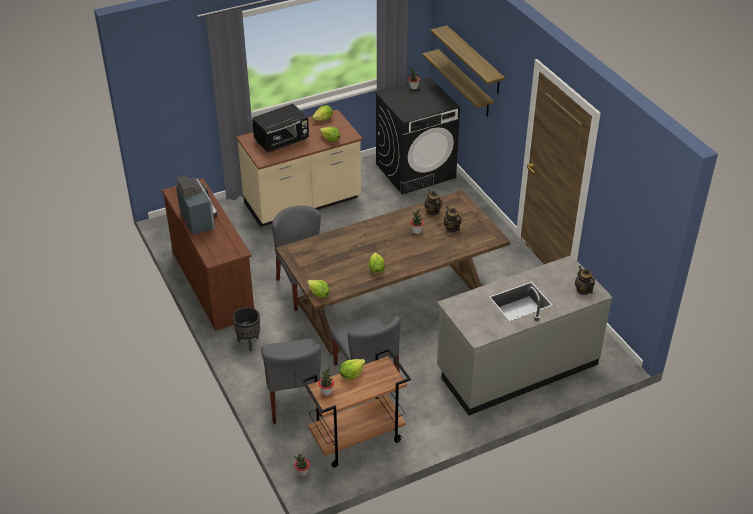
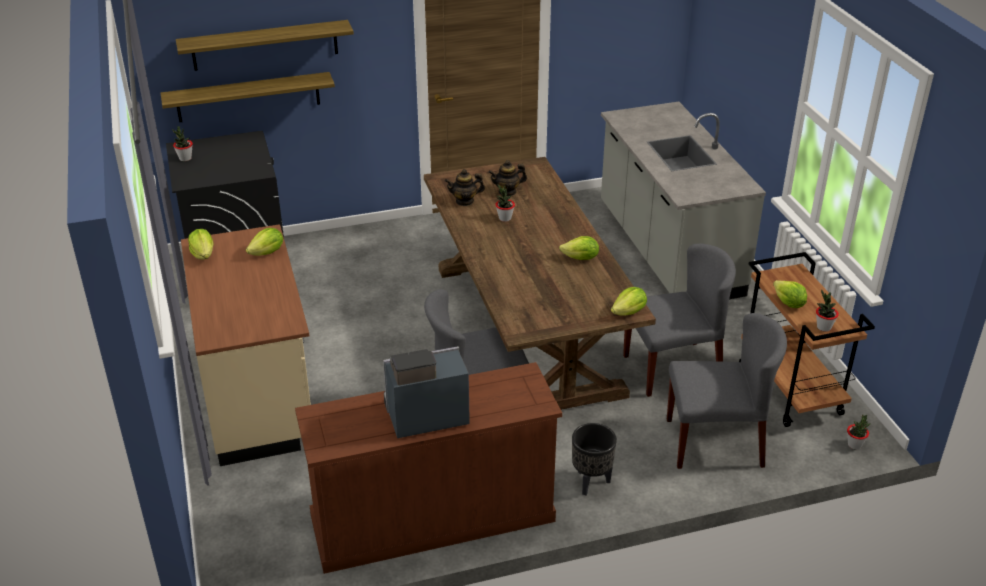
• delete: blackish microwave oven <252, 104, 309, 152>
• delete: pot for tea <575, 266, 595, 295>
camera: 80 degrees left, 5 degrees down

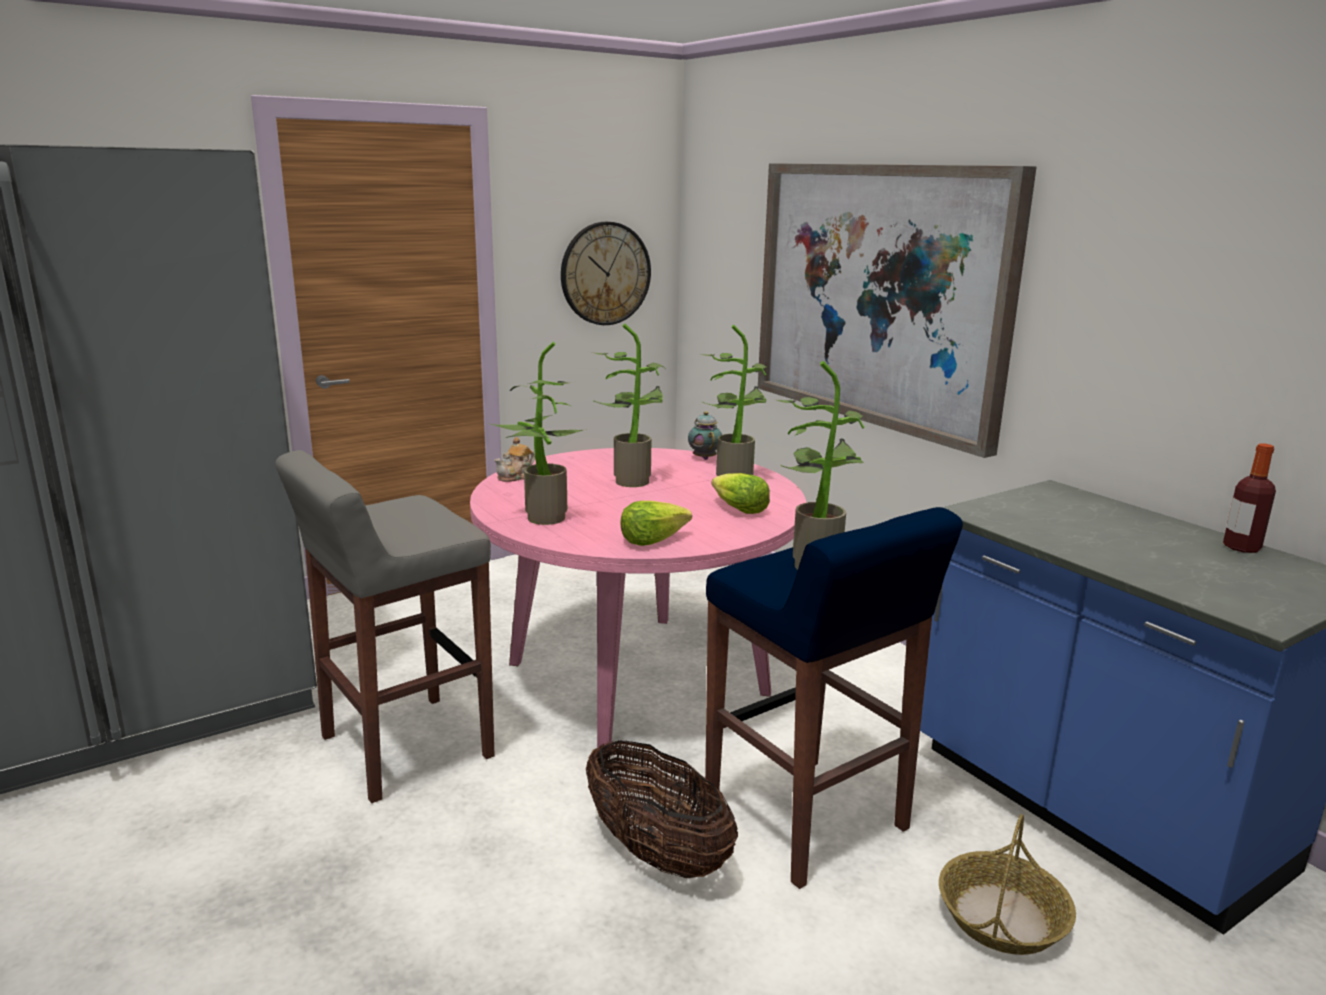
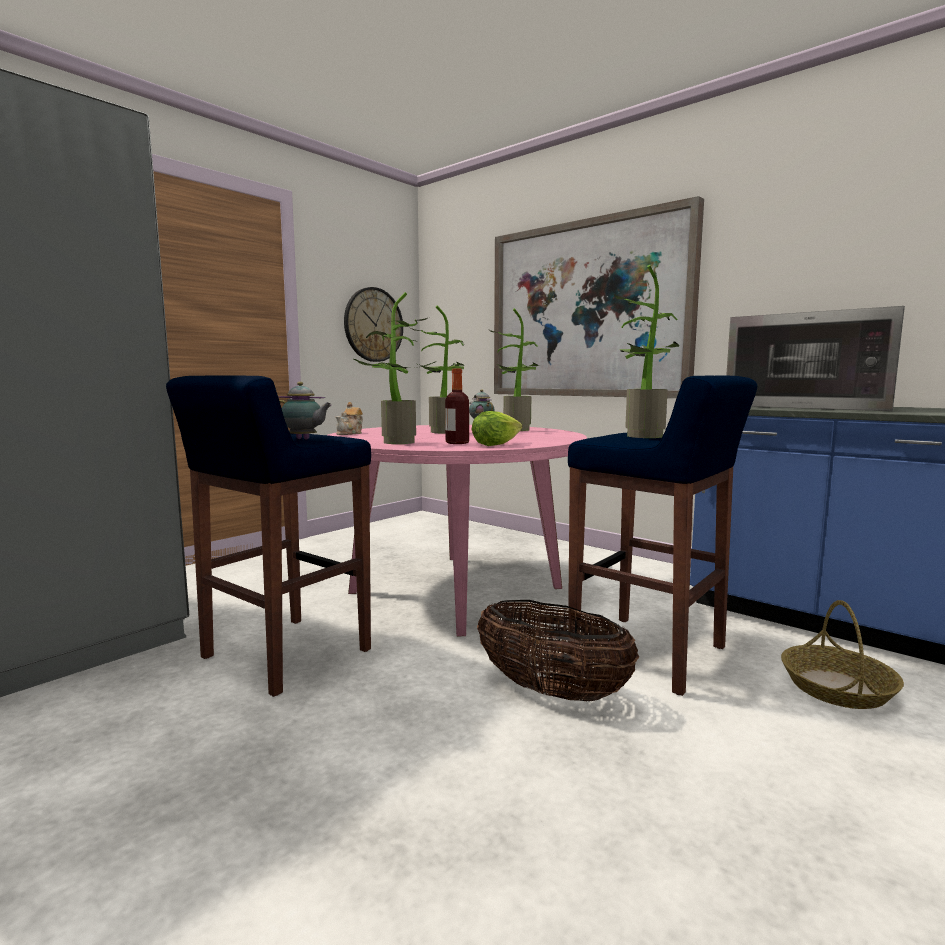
• recolor: grey stool <275, 450, 495, 803> to blue-coloured stool <166, 375, 371, 697>
• delete: head of lettuce <711, 473, 770, 514>
• move: beverage bottle <1223, 443, 1276, 553> to <445, 369, 469, 444>
• insert: pot for tea <278, 382, 332, 440>
• insert: microwave oven <726, 306, 905, 411>
camera: 15 degrees left, 10 degrees down

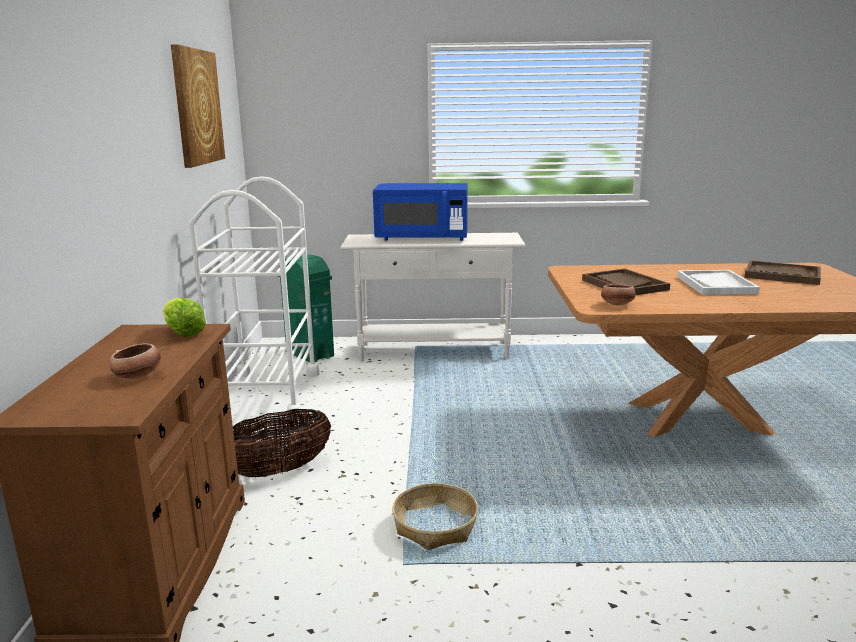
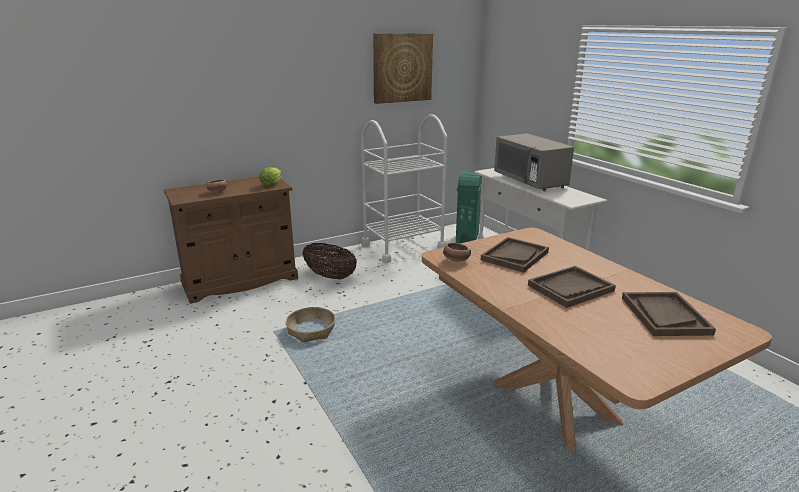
• recolor: blue-coloured microwave oven <373, 183, 468, 241> to grey microwave oven <494, 133, 574, 191>
• recolor: white-coloured carrying tray <677, 270, 760, 295> to brown-coloured carrying tray <528, 266, 616, 308>
camera: 60 degrees right, 5 degrees up

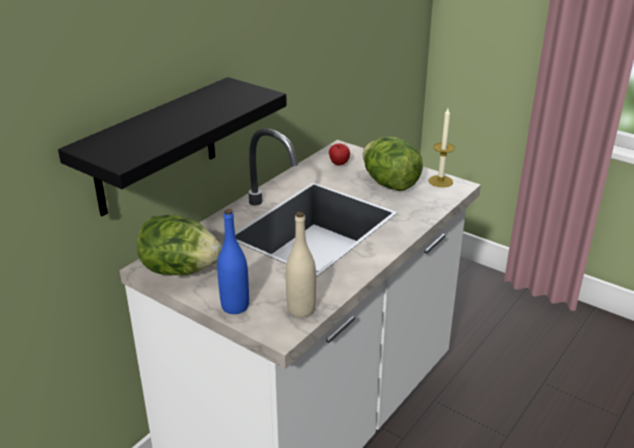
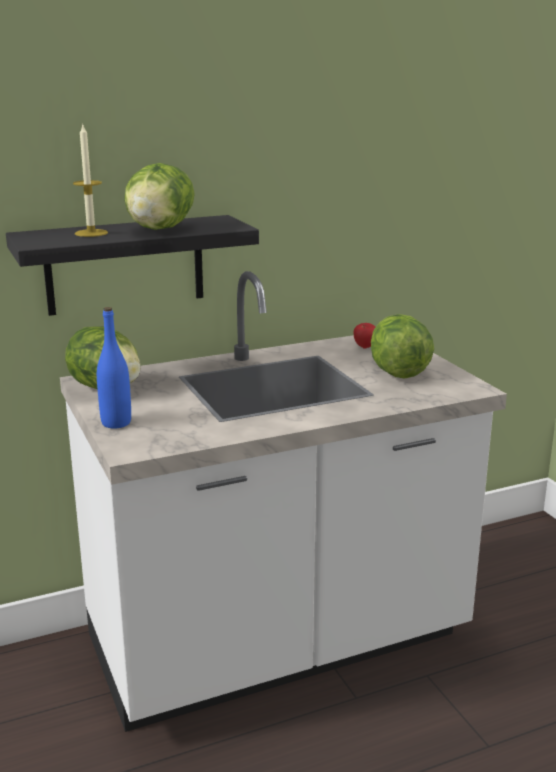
• delete: beige beverage bottle <286, 212, 316, 318>
• move: candle <428, 108, 455, 187> to <73, 123, 108, 237>
• insert: head of lettuce <124, 163, 195, 230>
camera: 30 degrees right, 10 degrees down

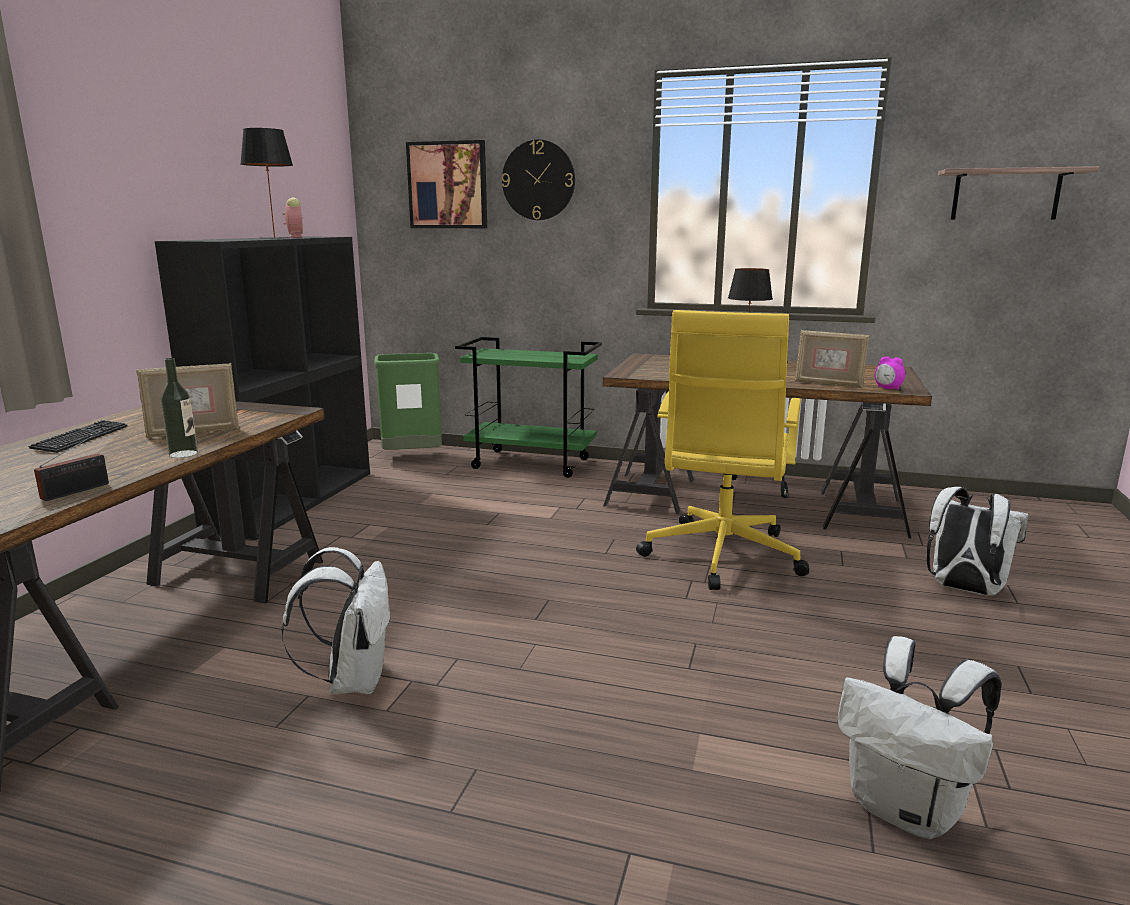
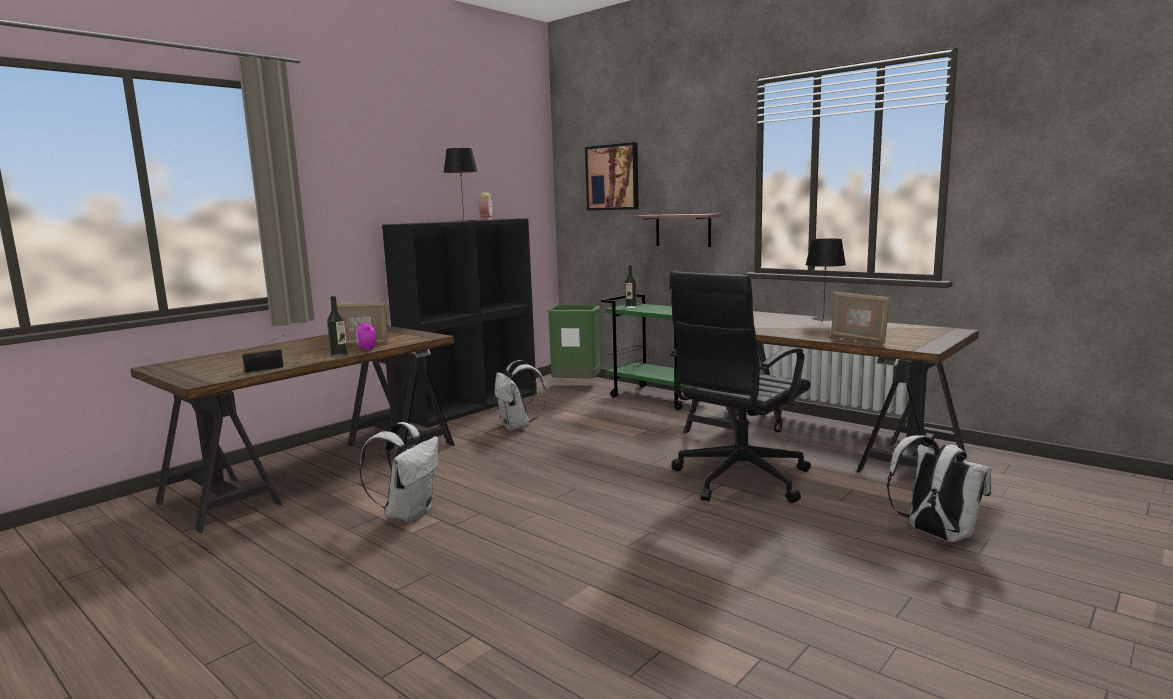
• delete: PC keyboard <28, 420, 127, 453>
• delete: wall clock <502, 139, 575, 220>
• recolor: yellow desk chair <636, 310, 809, 590> to blackish desk chair <669, 271, 811, 503>
• move: white-coloured rucksack <837, 636, 1002, 839> to <495, 360, 547, 430>
• move: table clock <874, 356, 905, 390> to <356, 323, 376, 350>
• move: bracket shelf <938, 166, 1099, 220> to <631, 214, 722, 247>
• insert: beverage bottle <625, 265, 637, 308>
camera: 25 degrees right, 5 degrees down

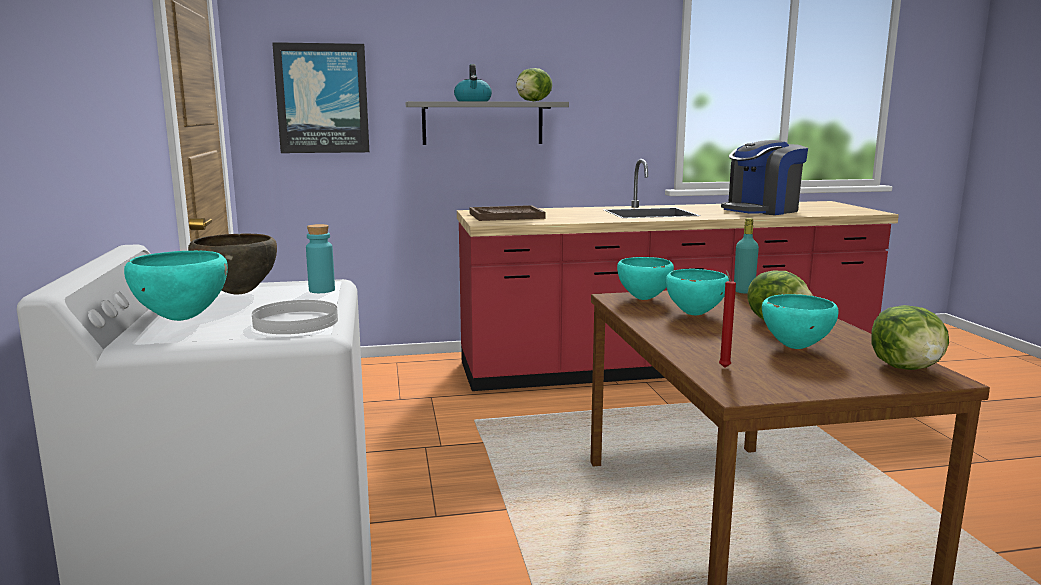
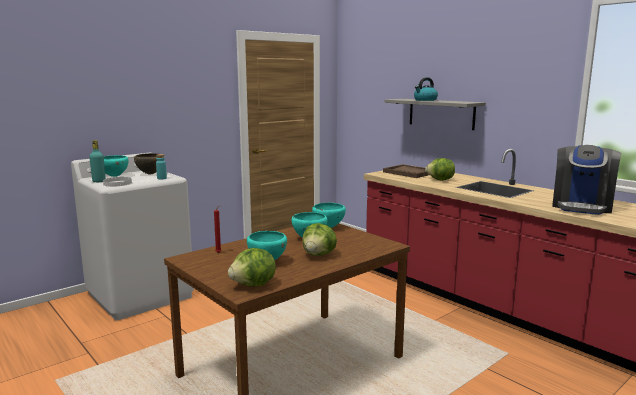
• delete: picture <272, 42, 369, 153>
• move: head of lettuce <516, 68, 552, 101> to <425, 158, 455, 181>
• rotate: coffee machine <721, 140, 808, 215> = <552, 145, 622, 215> 90 degrees counterclockwise
• move: turquoise beverage bottle <734, 218, 759, 293> to <89, 140, 106, 182>
camera: 60 degrees right, 0 degrees up

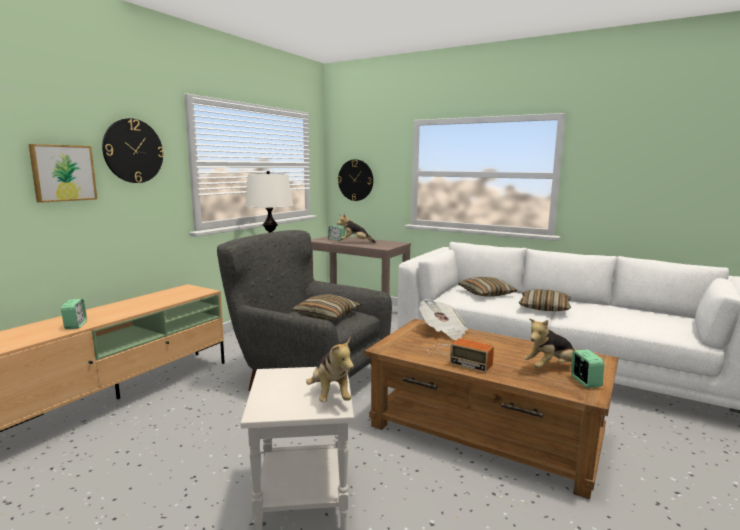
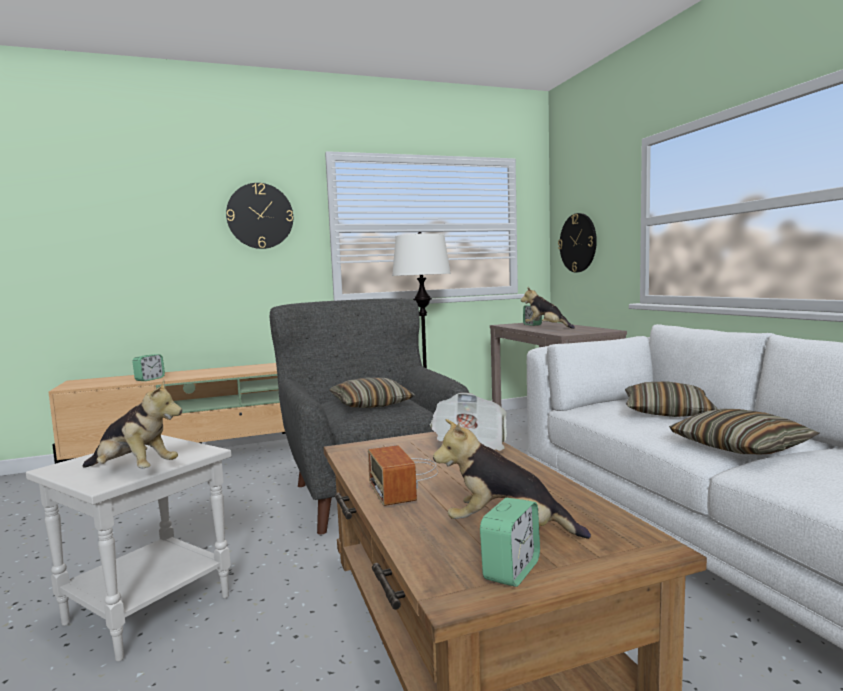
• delete: picture <28, 144, 97, 203>
• rotate: soft toy <306, 338, 354, 402> = <82, 380, 182, 468> 90 degrees counterclockwise
camera: 40 degrees right, 5 degrees down

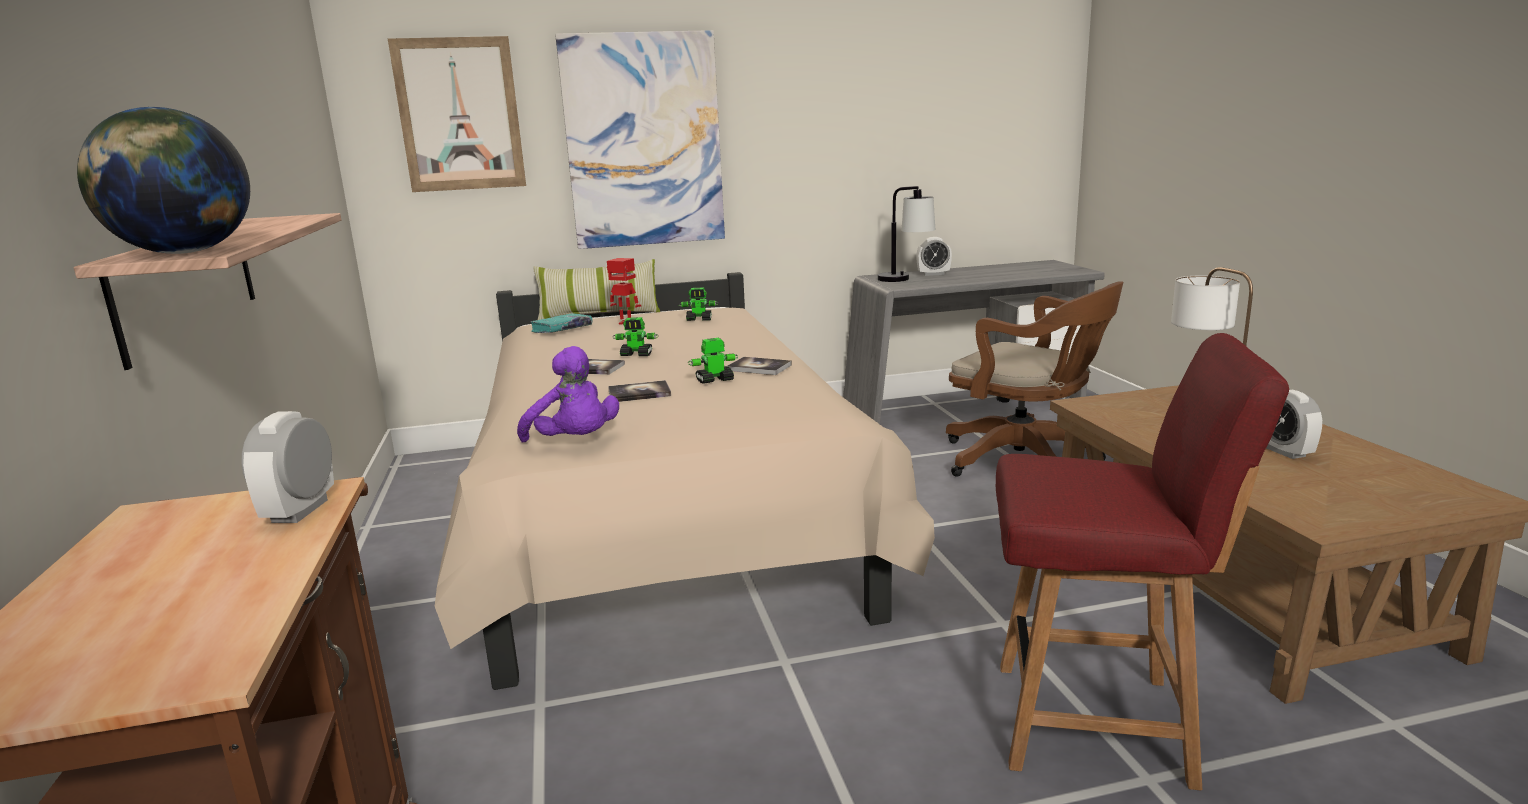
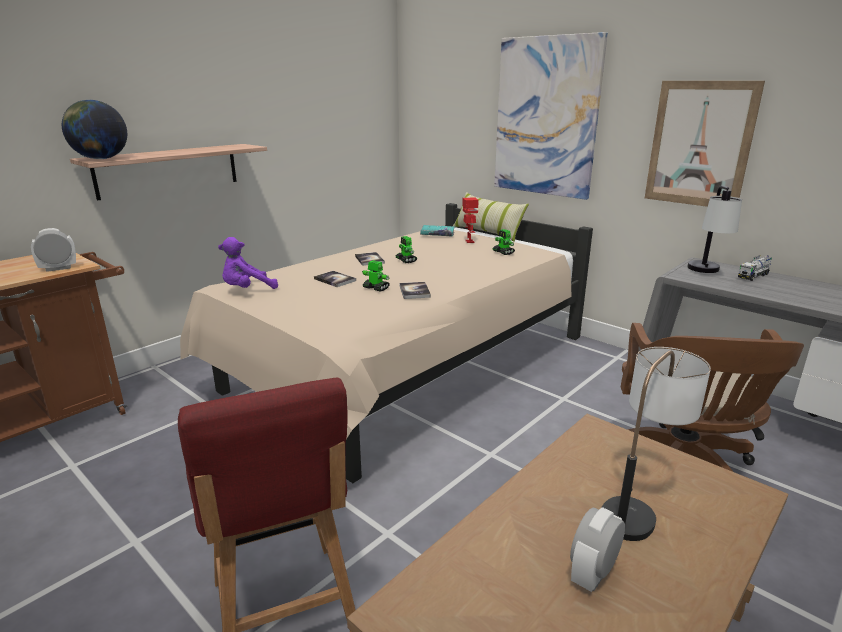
• move: picture <388, 36, 526, 192> to <645, 81, 765, 207>
• rotate: purple soft toy <517, 346, 619, 442> = <218, 237, 278, 289> 45 degrees clockwise
• replace: table clock <916, 237, 952, 276> to toy truck <738, 255, 772, 281>
camera: 55 degrees right, 5 degrees up

